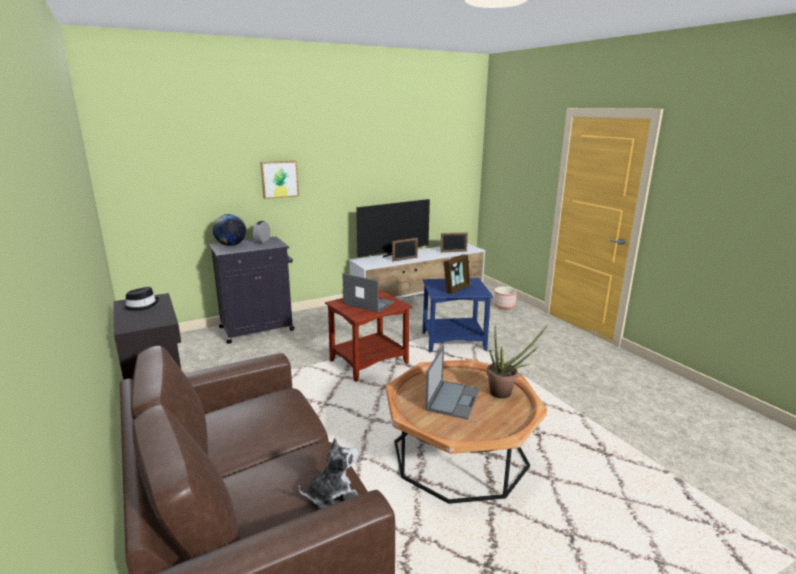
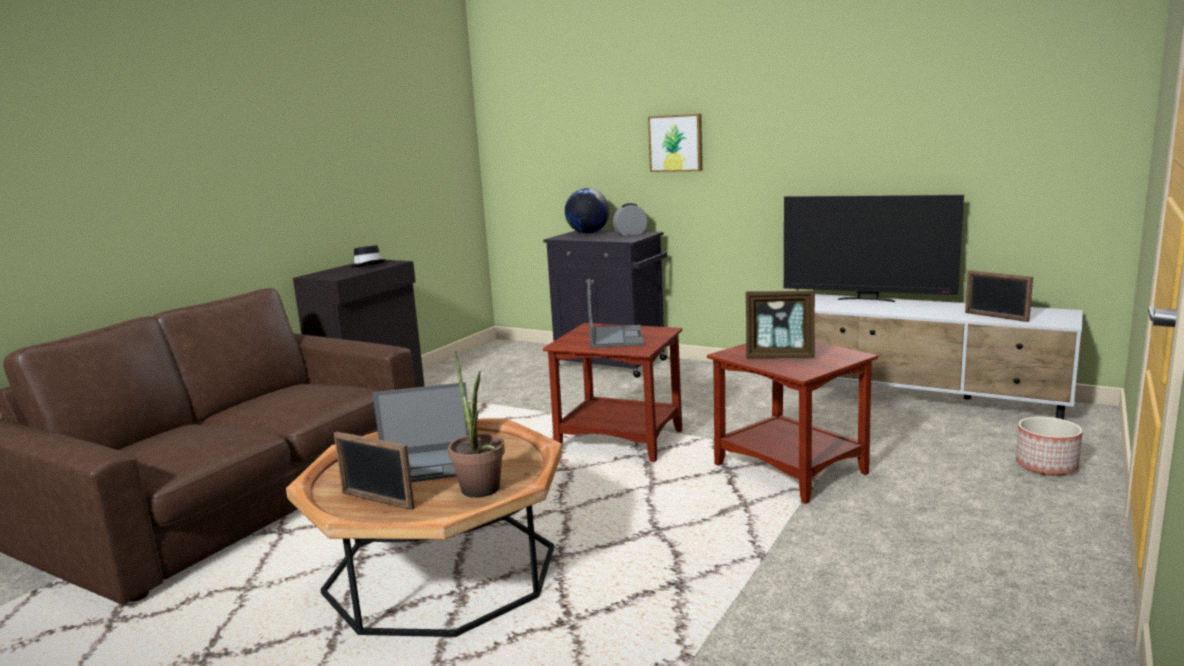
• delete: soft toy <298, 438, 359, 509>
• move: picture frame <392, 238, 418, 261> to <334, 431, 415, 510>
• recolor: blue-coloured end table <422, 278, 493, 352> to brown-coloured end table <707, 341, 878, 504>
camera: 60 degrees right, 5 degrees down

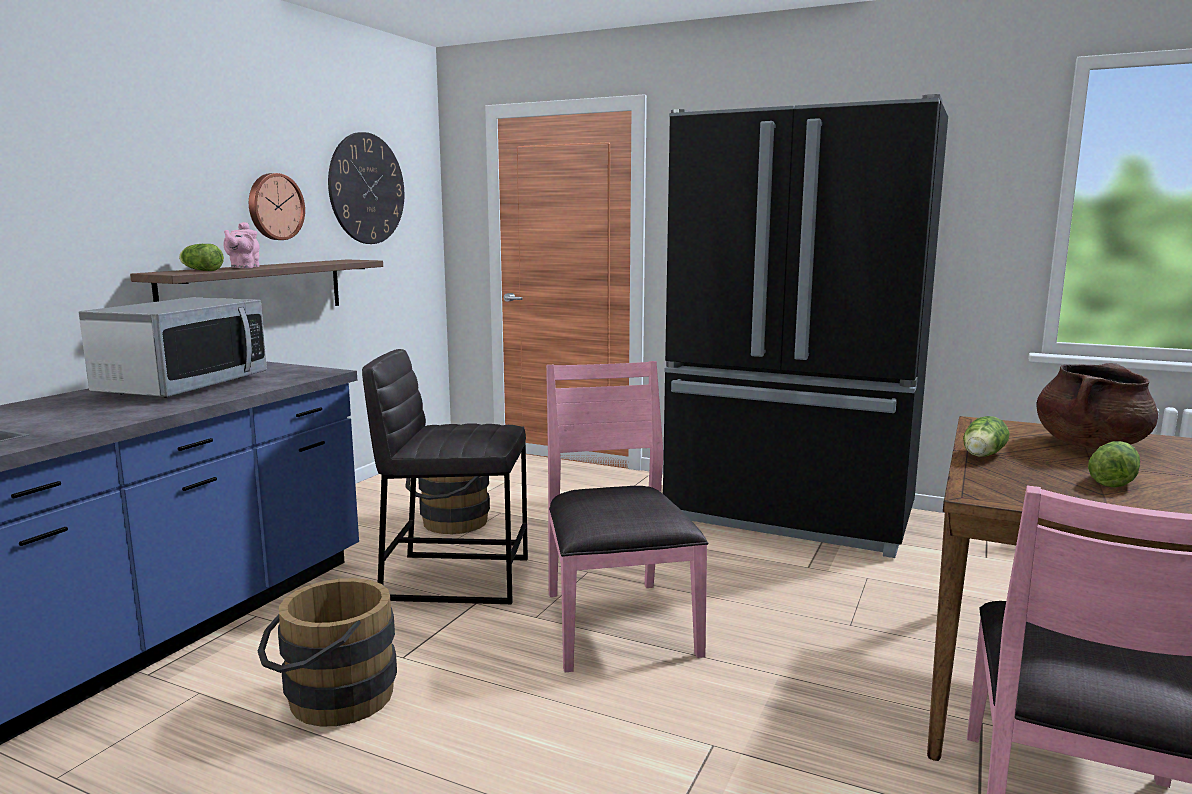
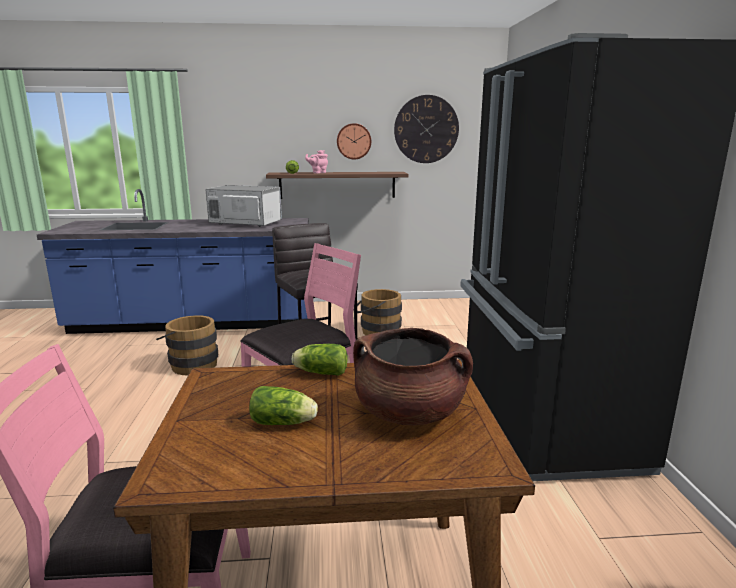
• rotate: microwave oven <79, 297, 267, 398> = <205, 185, 282, 227> 150 degrees counterclockwise
camera: 60 degrees right, 5 degrees up

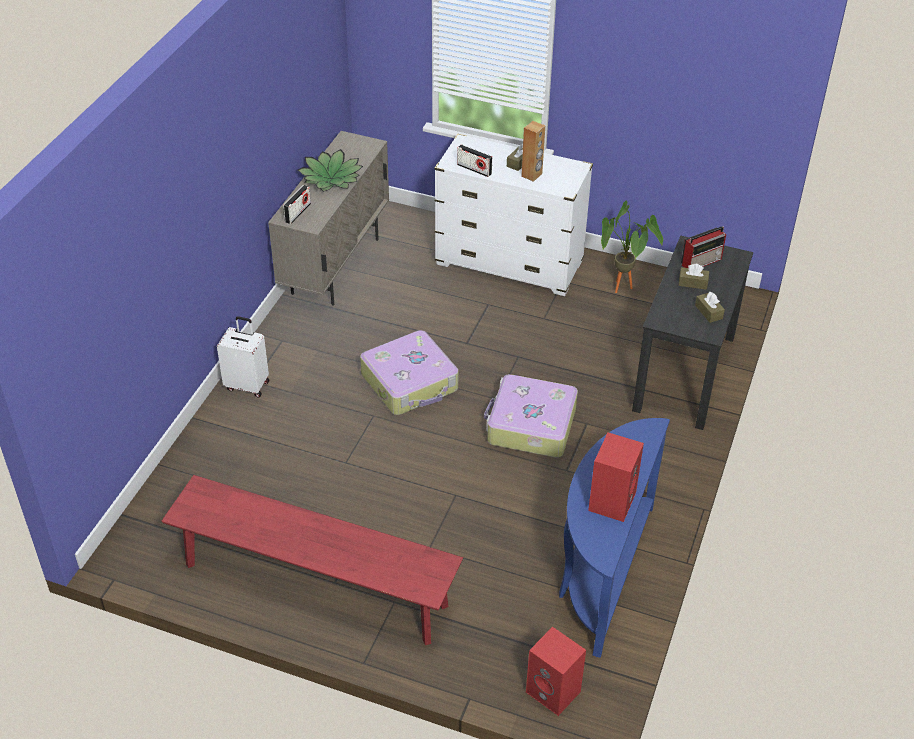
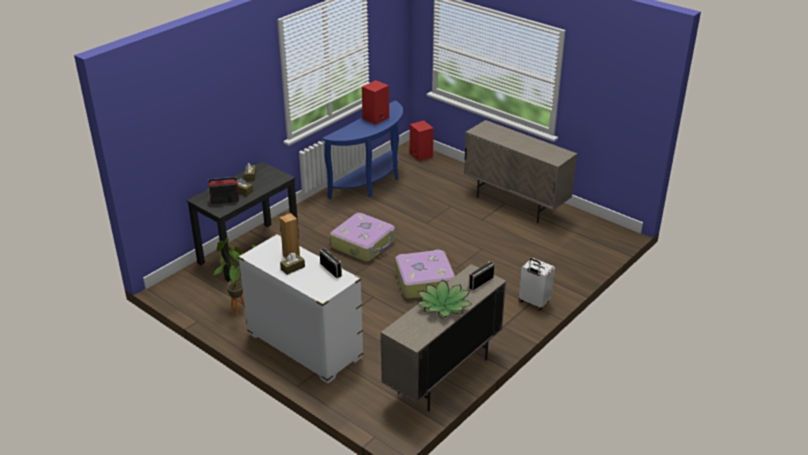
• replace: red long seat <162, 475, 463, 645> to beige storage cabinet <464, 120, 577, 223>
camera: 160 degrees left, 10 degrees down

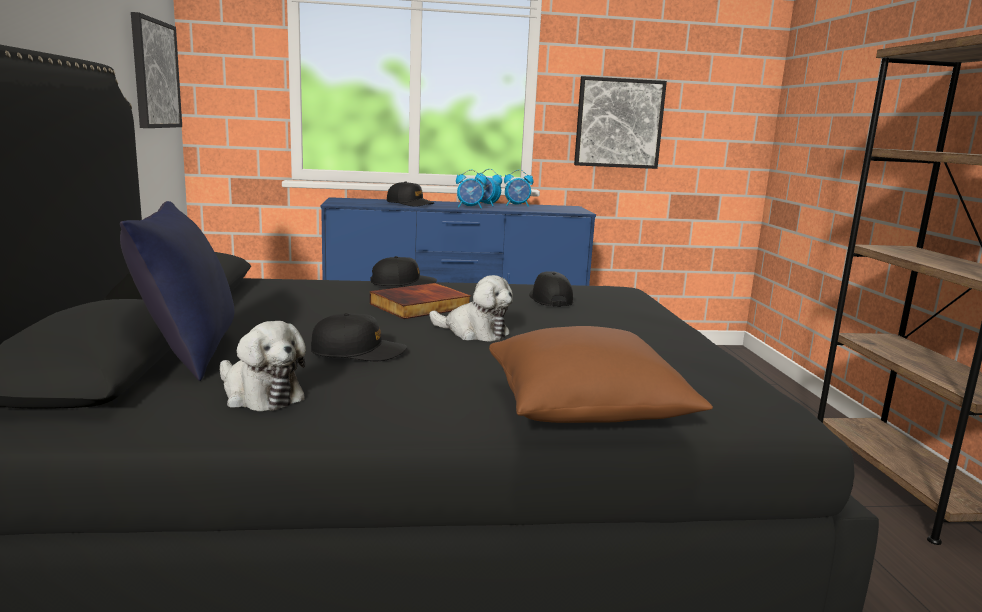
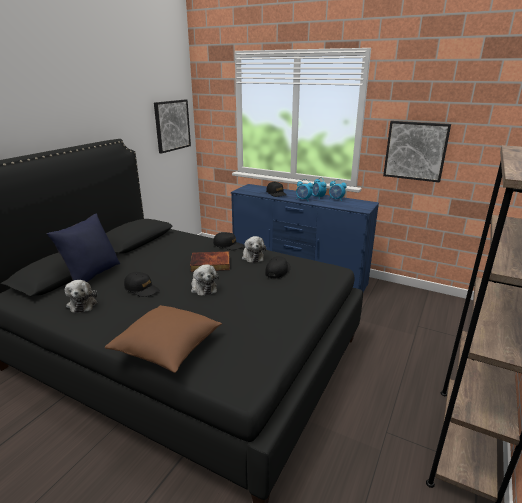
• insert: soft toy <242, 236, 266, 263>
camera: 35 degrees right, 10 degrees up

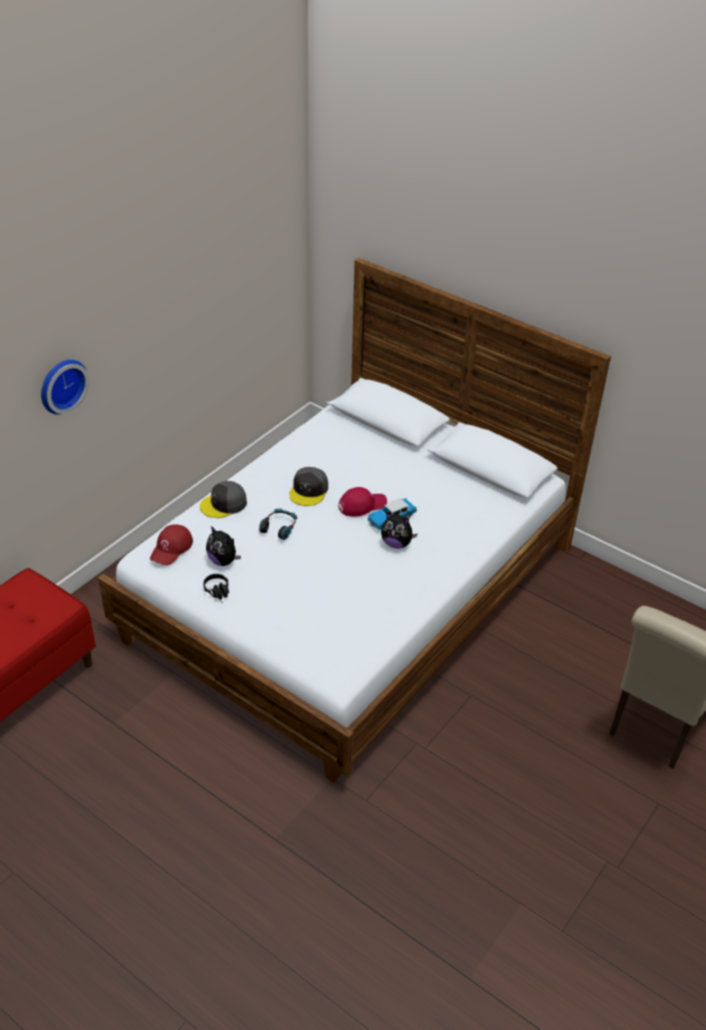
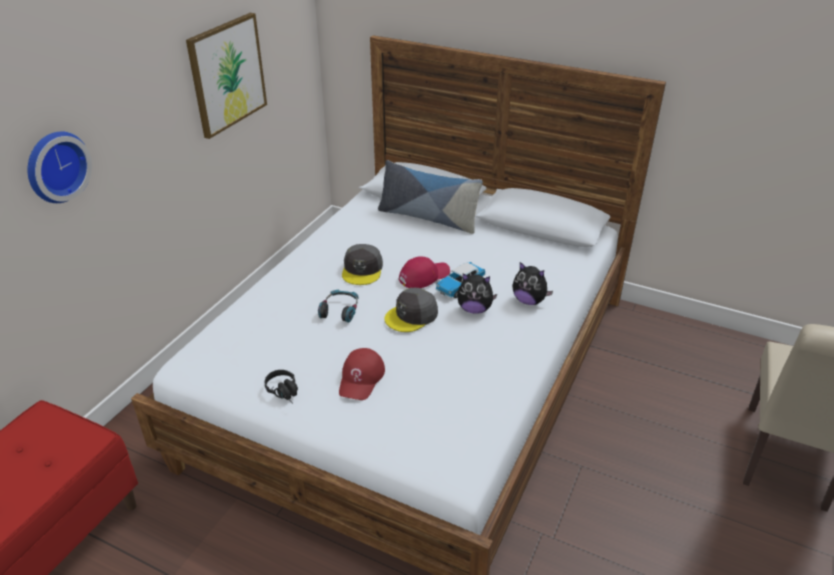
• move: red cap <150, 524, 193, 565> to <339, 348, 385, 400>
• move: grey cap <200, 481, 247, 518> to <384, 288, 438, 332>
• move: soft toy <206, 526, 241, 566> to <512, 262, 553, 305>
• insert: picture <186, 13, 267, 139>
• insert: pillow <378, 160, 483, 234>
camera: 10 degrees left, 5 degrees down

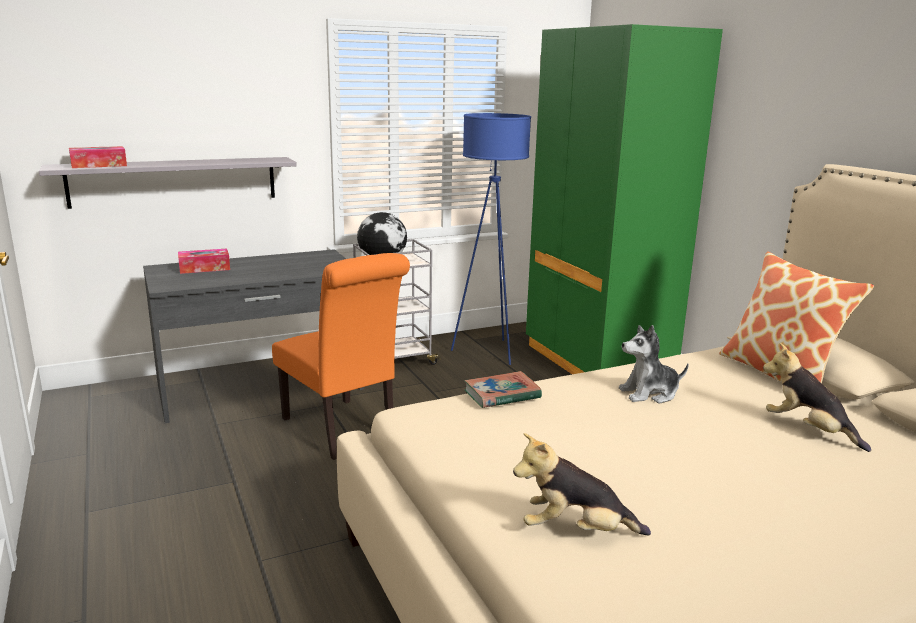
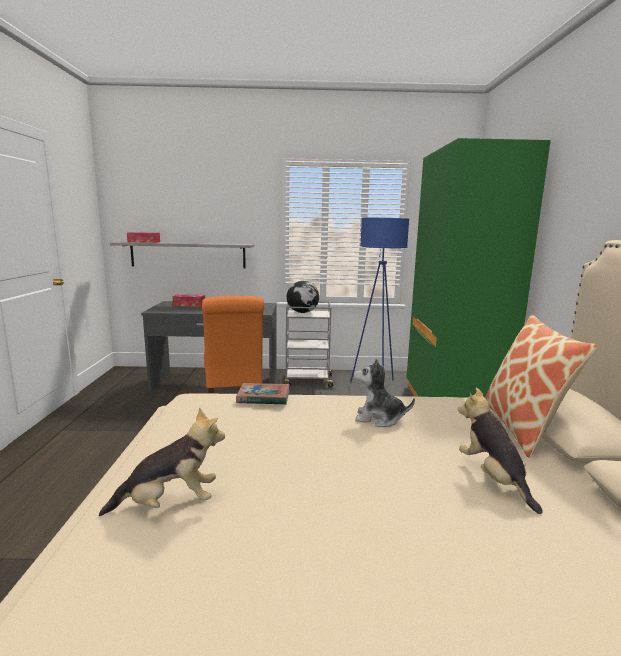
• rotate: soft toy <513, 433, 651, 535> = <99, 408, 225, 516> 135 degrees clockwise
camera: 25 degrees right, 5 degrees down

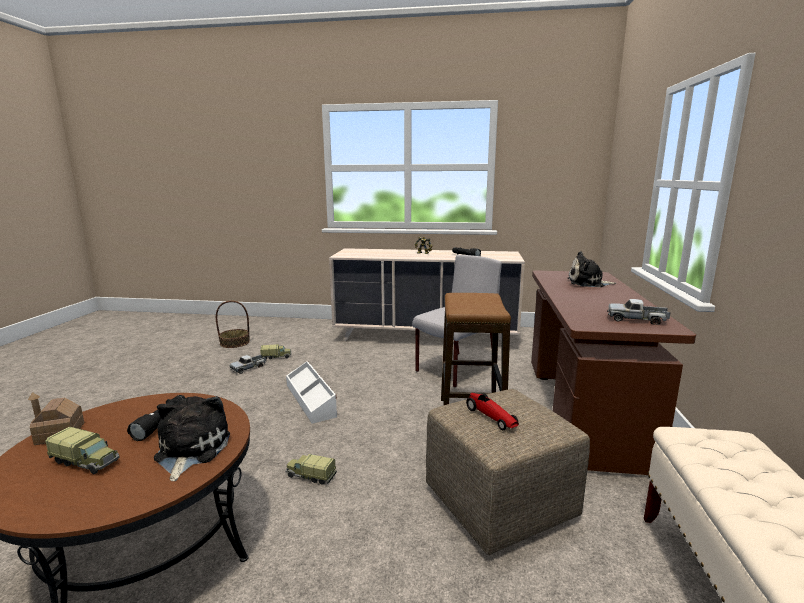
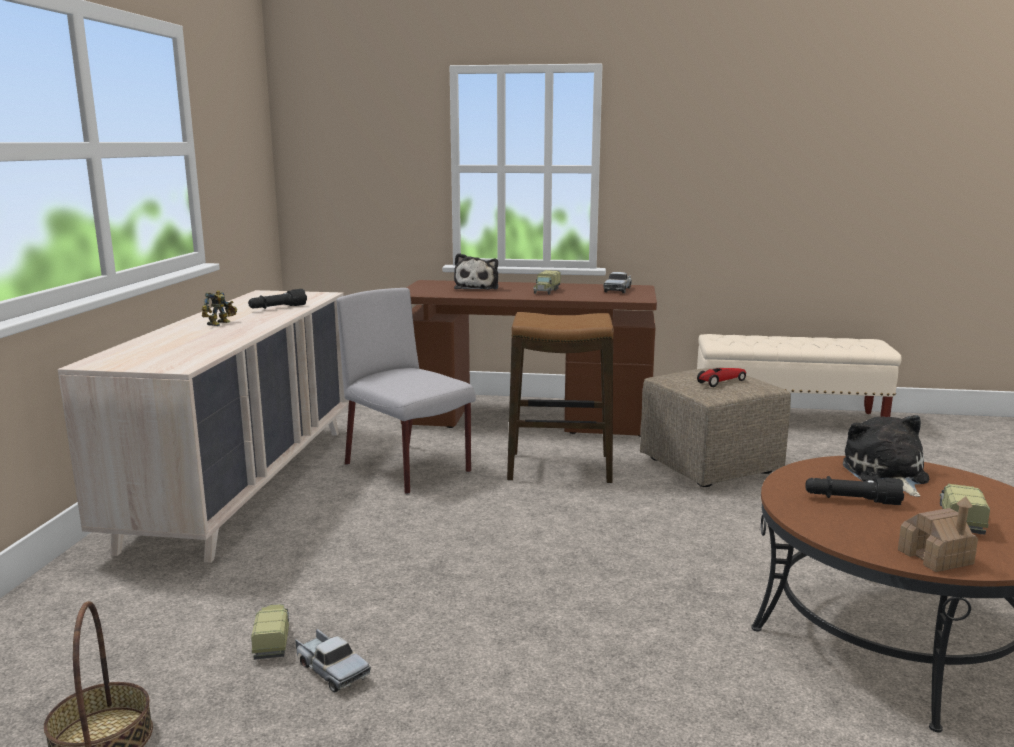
• rotate: soft toy <154, 396, 230, 481> = <843, 415, 929, 497> 90 degrees clockwise
• move: toy truck <285, 454, 337, 485> to <533, 270, 561, 294>
• delete: white-coloured storage bin <286, 361, 337, 424>
camera: 90 degrees left, 0 degrees up

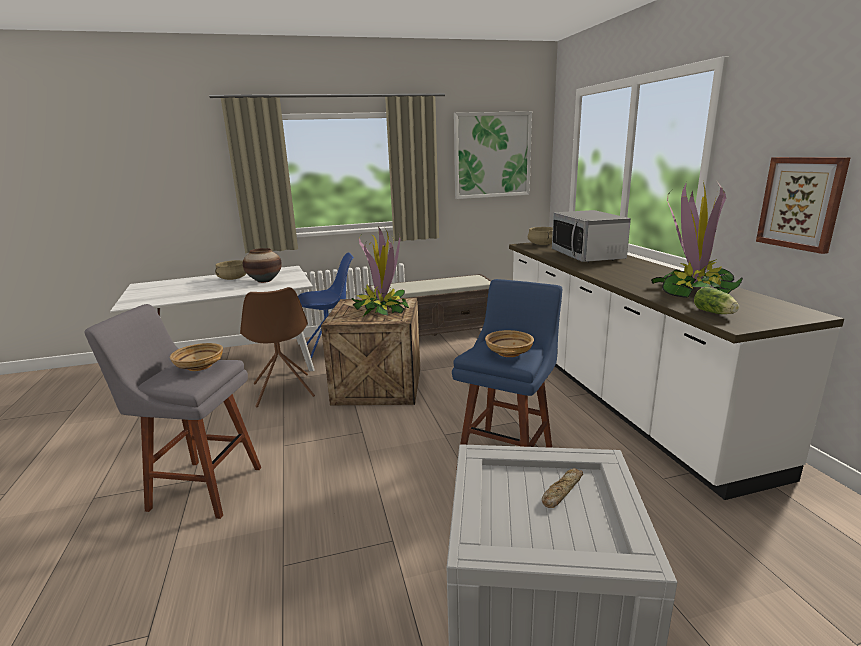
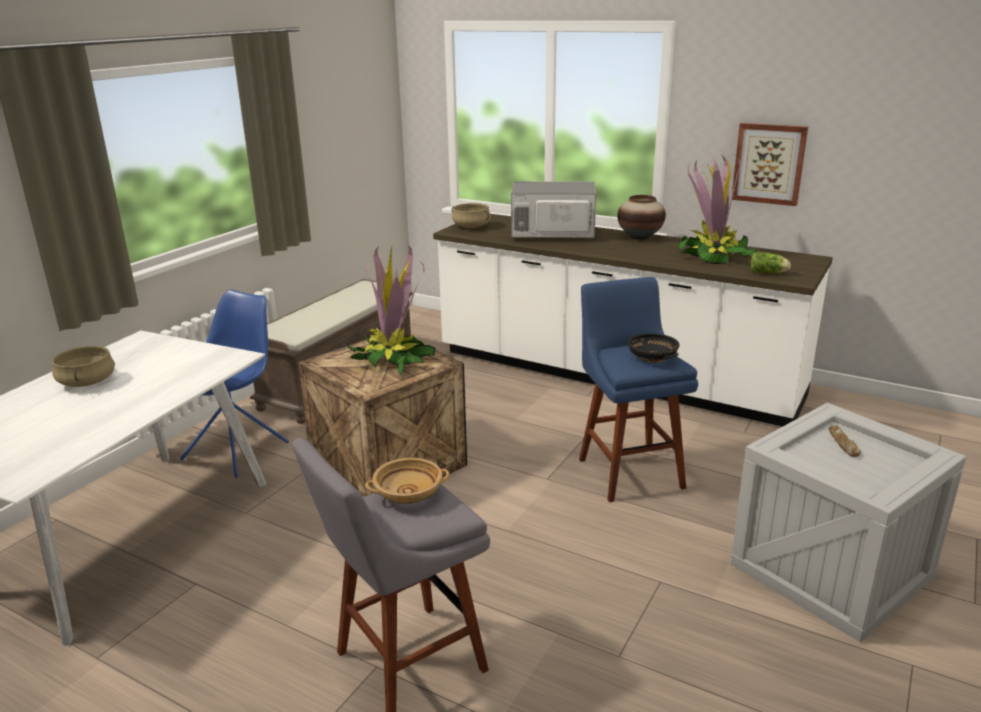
• delete: brown-coloured upright chair <240, 287, 315, 407>
• move: flower vase <243, 248, 282, 283> to <617, 195, 666, 240>
• delete: picture <454, 111, 532, 199>
• recolor: beige deep dish <485, 330, 534, 357> to blackish deep dish <628, 333, 680, 363>
• rotate: microwave oven <552, 210, 631, 262> = <511, 181, 596, 239> 150 degrees clockwise
camera: 45 degrees left, 5 degrees up

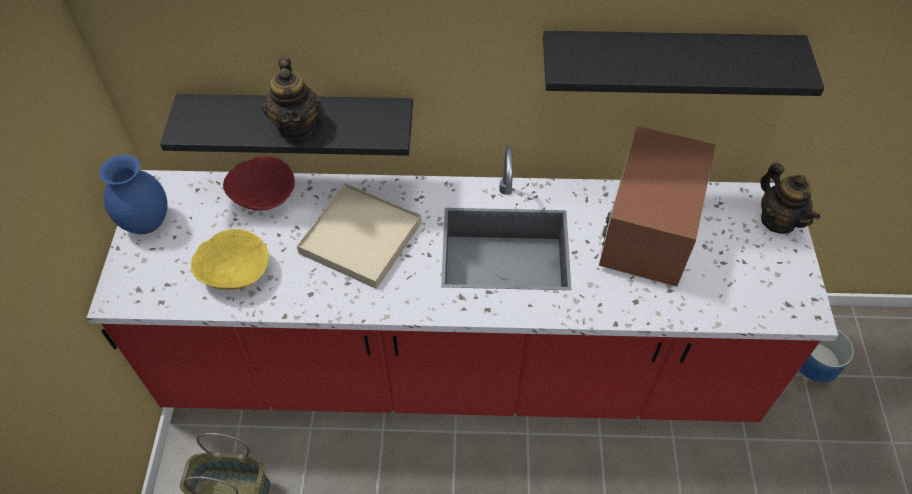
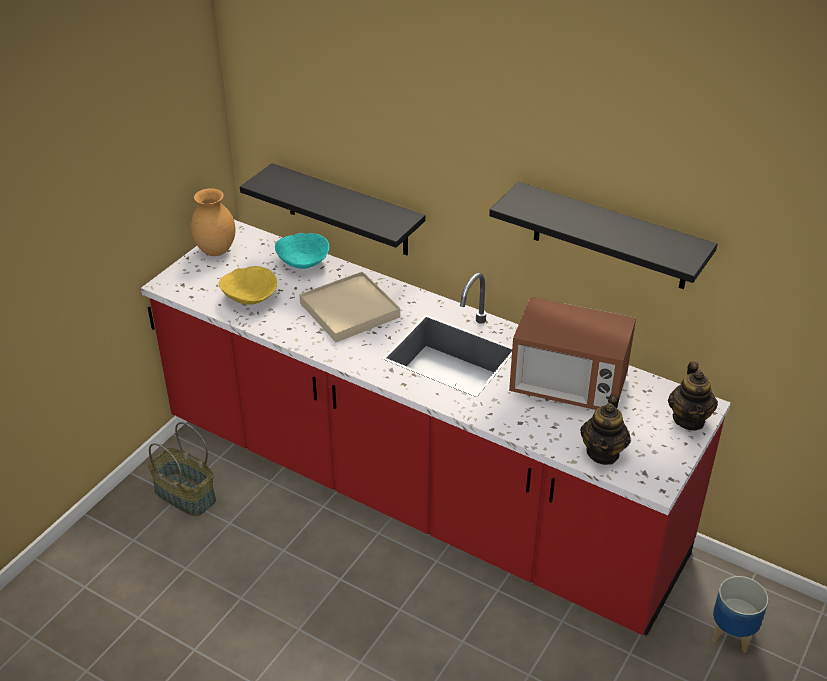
• recolor: blue-coloured flower vase <99, 155, 168, 234> to brown-coloured flower vase <191, 188, 236, 256>
• recolor: red deep dish <223, 156, 295, 211> to turquoise deep dish <275, 233, 329, 269>
• move: pot for tea <262, 57, 321, 139> to <580, 394, 631, 465>
• rotate: microwave oven <599, 126, 716, 287> = <509, 297, 636, 410> 120 degrees counterclockwise
camera: 30 degrees right, 15 degrees down

